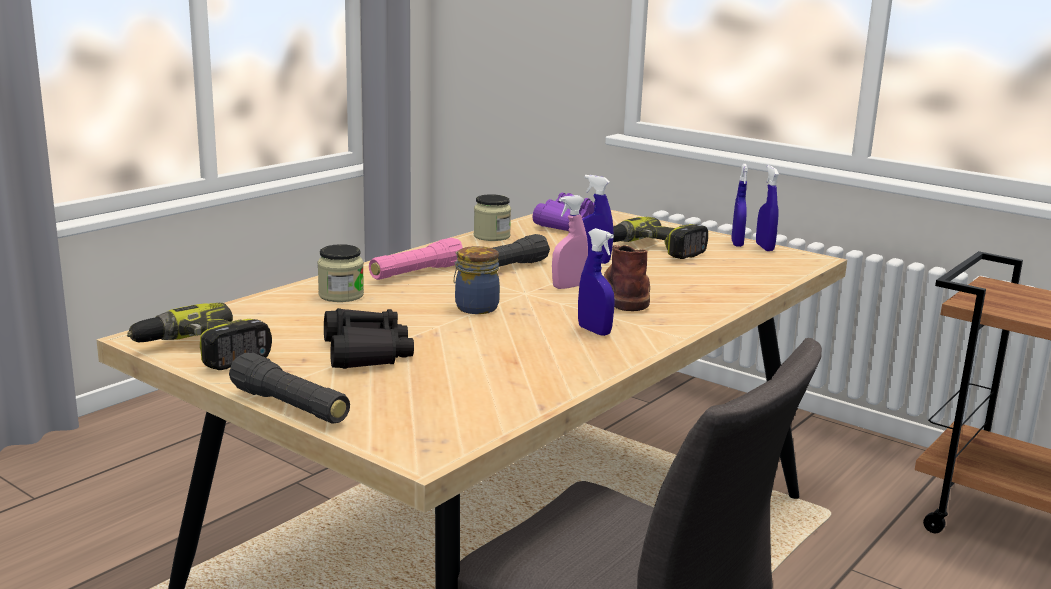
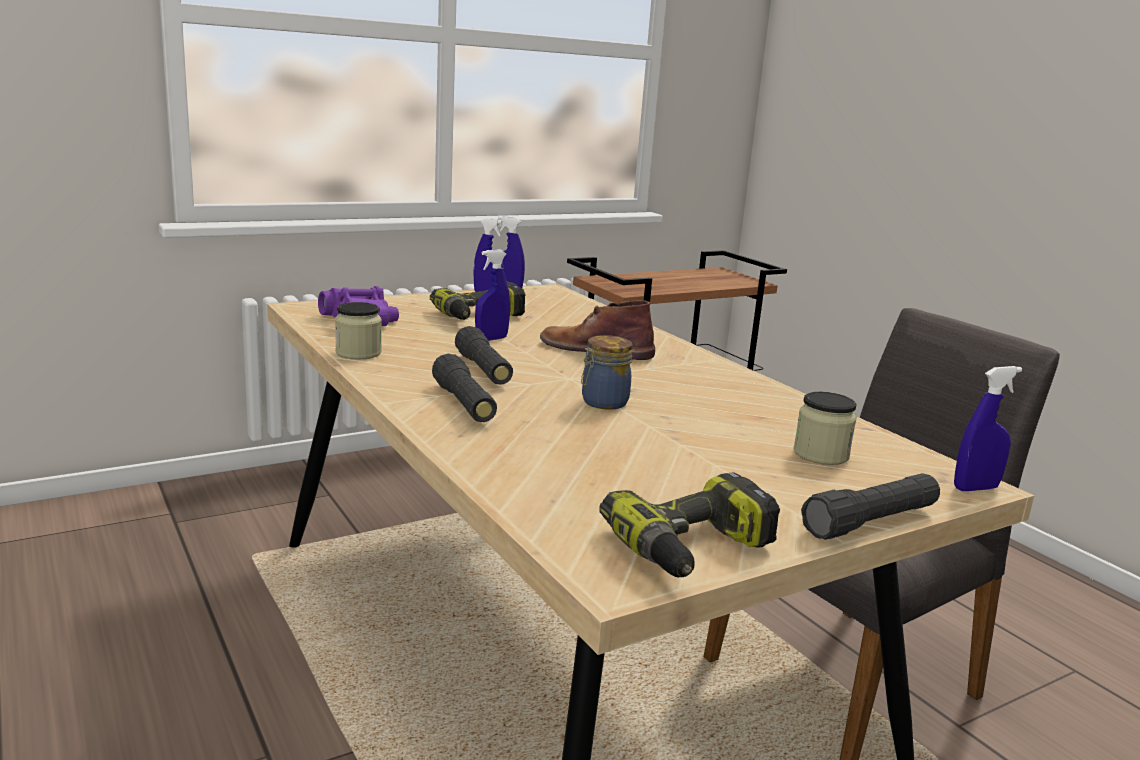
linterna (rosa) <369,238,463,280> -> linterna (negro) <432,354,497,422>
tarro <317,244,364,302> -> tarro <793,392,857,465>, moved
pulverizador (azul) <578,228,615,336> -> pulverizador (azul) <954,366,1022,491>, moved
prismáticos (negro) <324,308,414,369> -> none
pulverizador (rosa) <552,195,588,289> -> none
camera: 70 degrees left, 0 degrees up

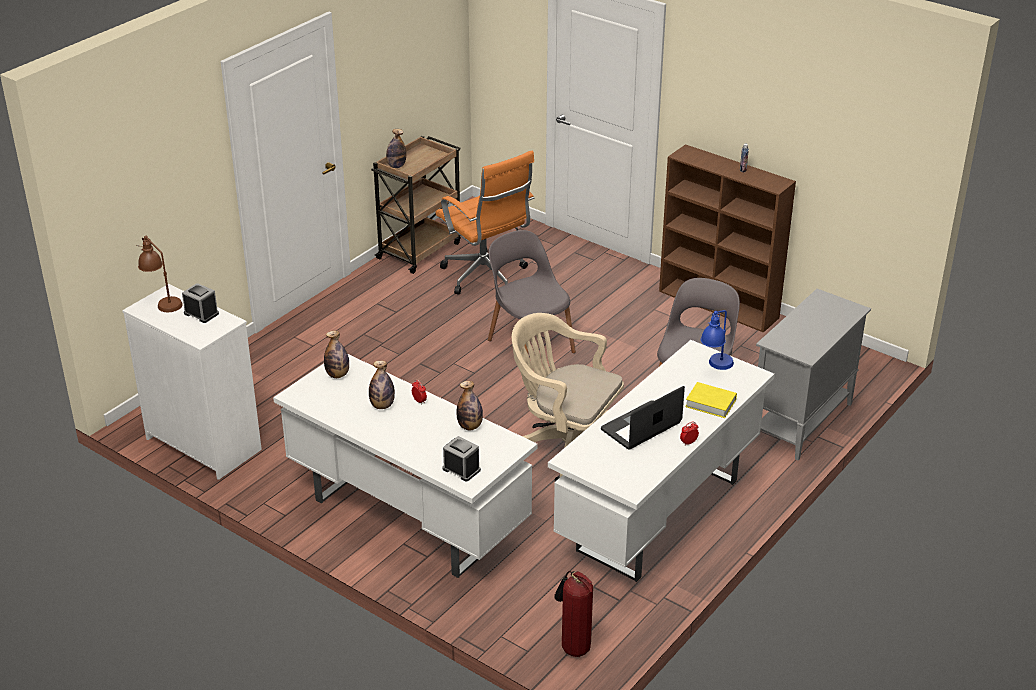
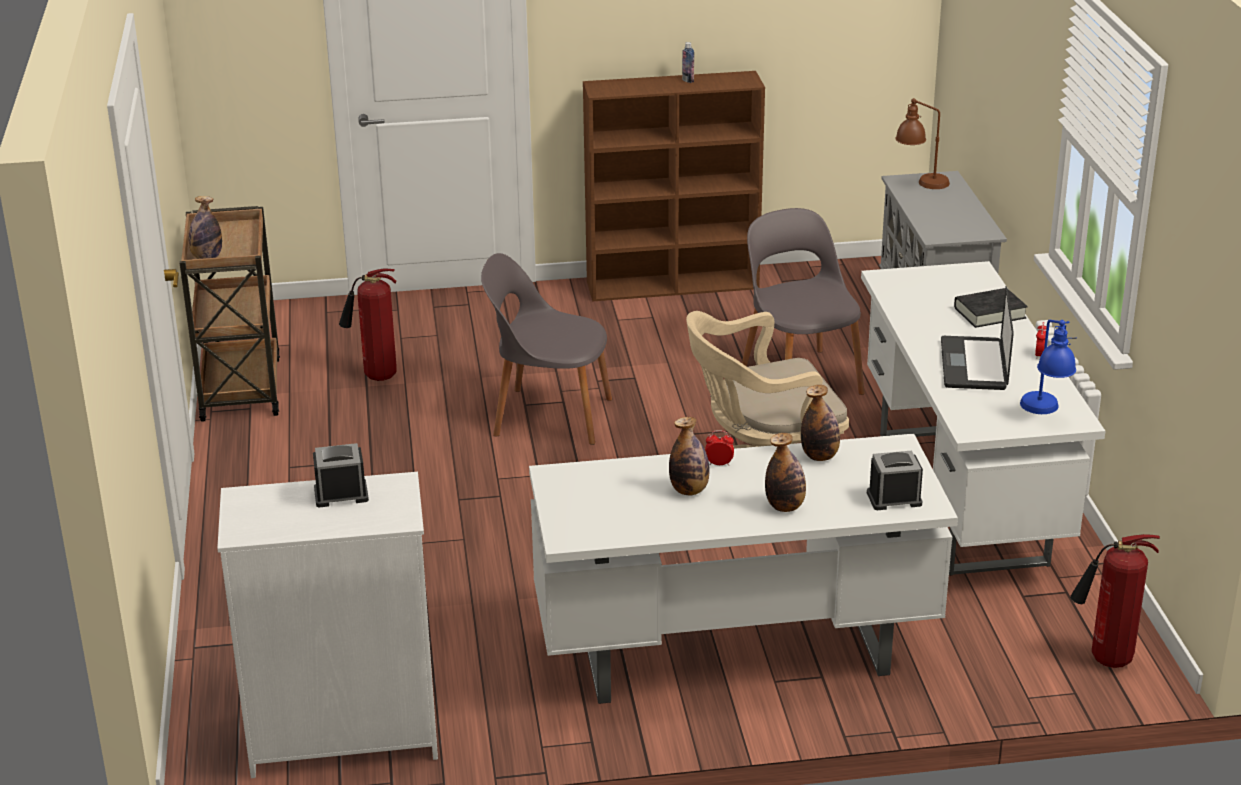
silla de oficina (naranja) <436,151,534,295> -> extintor <339,269,397,381>
botella <324,330,349,378> -> botella <765,433,806,512>, moved
lámpara de mesa (marrón) <136,236,183,312> -> lámpara de mesa (marrón) <895,98,950,189>, moved
libro (amarillo) <685,382,737,418> -> libro (negro) <954,288,1028,328>
lámpara de mesa (azul) <701,310,734,370> -> lámpara de mesa (azul) <1020,320,1077,414>, moved
camera: 45 degrees left, 5 degrees down

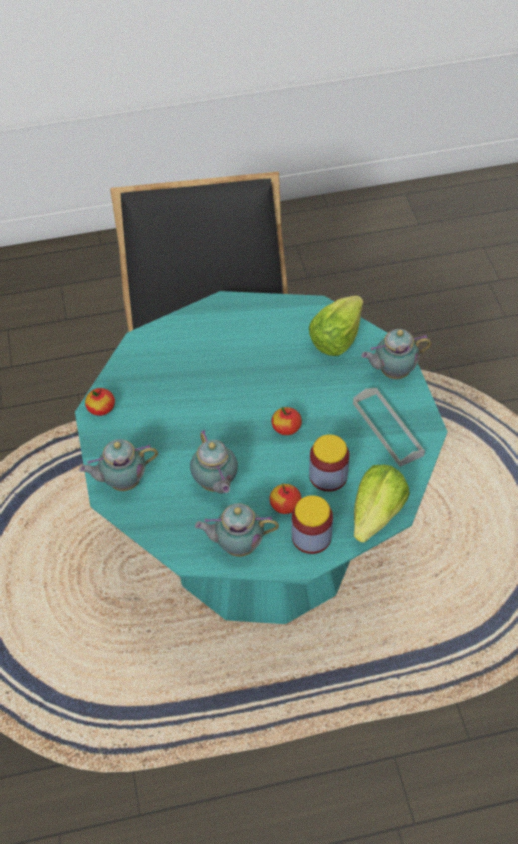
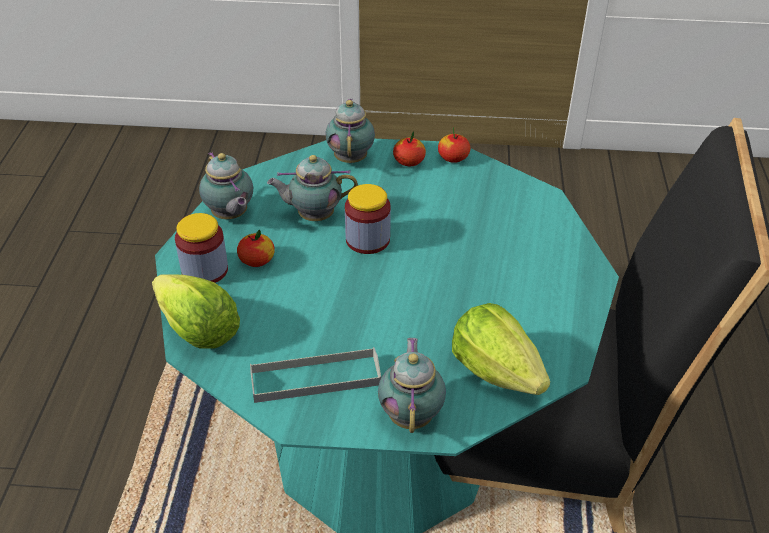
tetera <195,503,279,557> -> tetera <199,152,253,219>, 135 degrees clockwise
tarro <309,434,349,492> -> tarro <345,184,391,254>, moved
manzana <271,407,302,435> -> manzana <393,131,426,166>, moved
camera: 105 degrees right, 10 degrees down

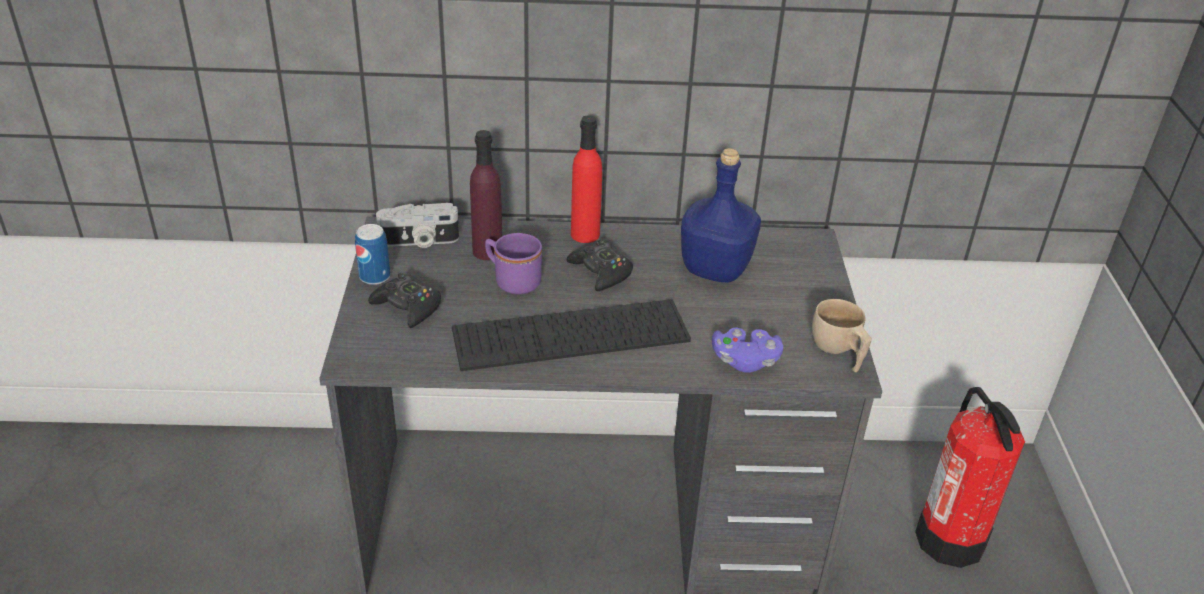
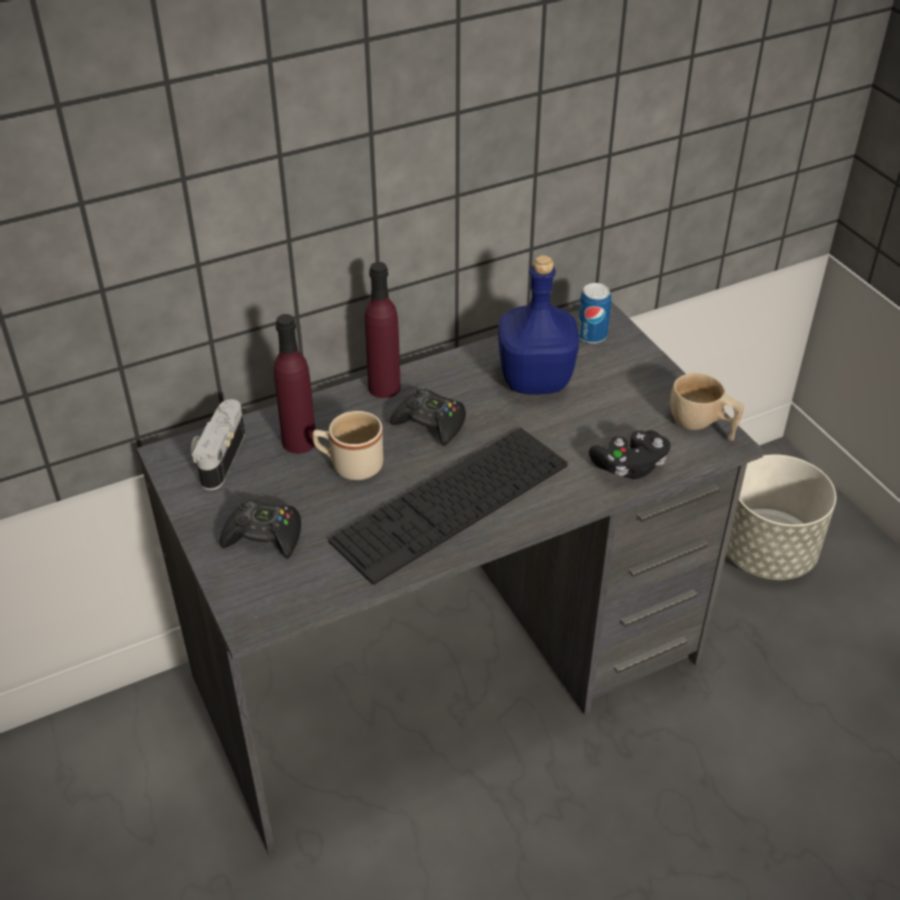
cámara <376,203,459,248> -> cámara <191,399,245,490>, 135 degrees clockwise
taza grande (morado) <485,233,542,295> -> taza grande (beis) <313,411,383,480>
botella (rojo) <571,115,602,243> -> botella (morado) <364,262,401,398>
lata <355,224,390,285> -> lata <577,283,611,344>, moved
mando de consola (morado) <712,328,783,373> -> mando de consola (negro) <589,430,671,479>
extintor <915,387,1025,568> -> maceta (gris) <726,454,836,580>
camera: 25 degrees left, 5 degrees up

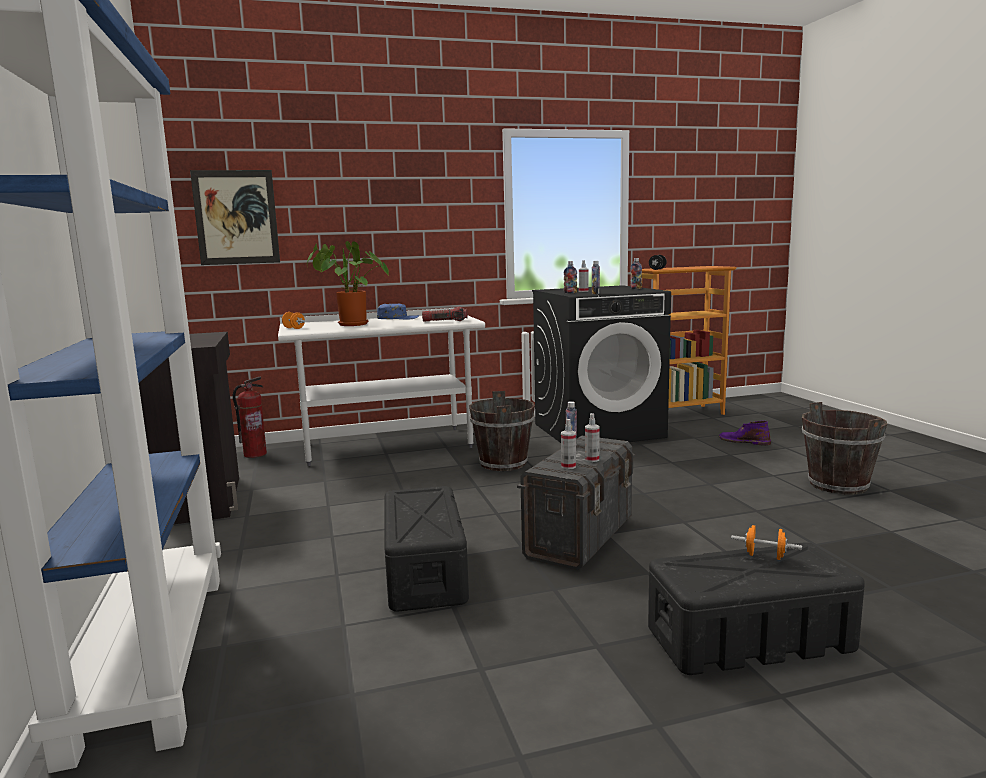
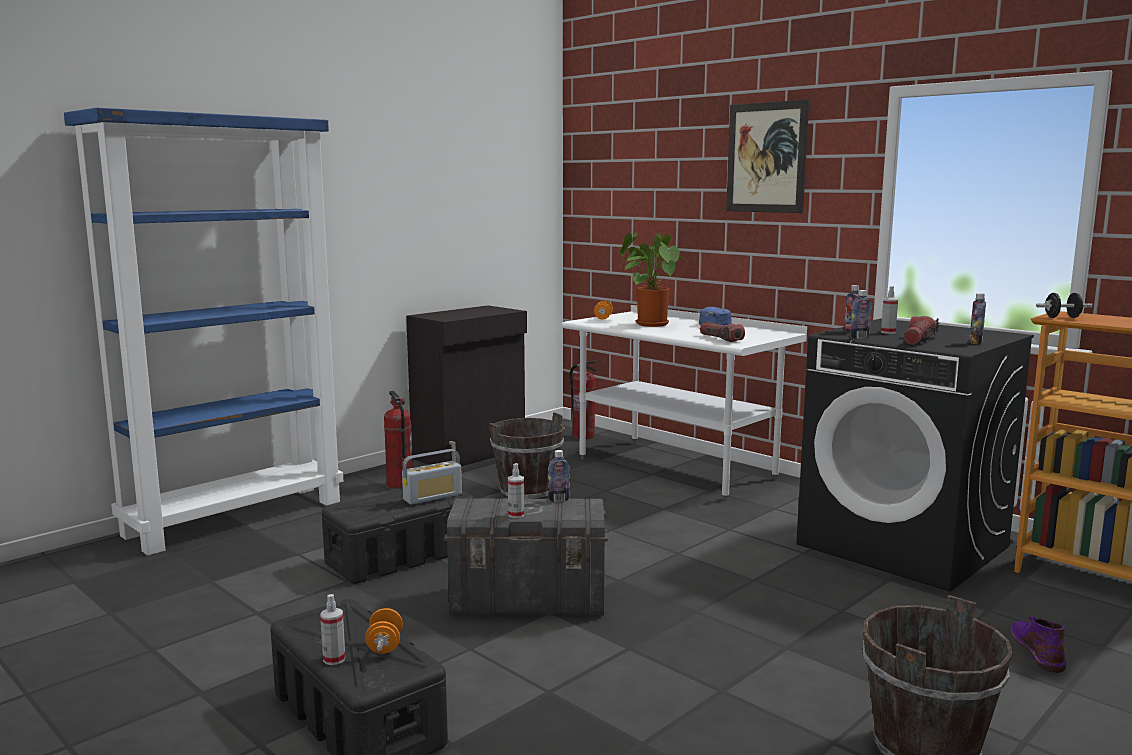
pulverizador <561,419,576,469> -> pulverizador <320,594,345,665>, moved
none -> extintor <384,391,413,488>
none -> radio <402,449,462,505>
cubo (marrón) <469,391,535,471> -> cubo (marrón) <489,412,565,499>, moved
cuadro <190,170,280,265> -> cuadro <726,99,809,213>, moved
none -> linterna <904,316,939,345>
camera: 60 degrees right, 0 degrees up

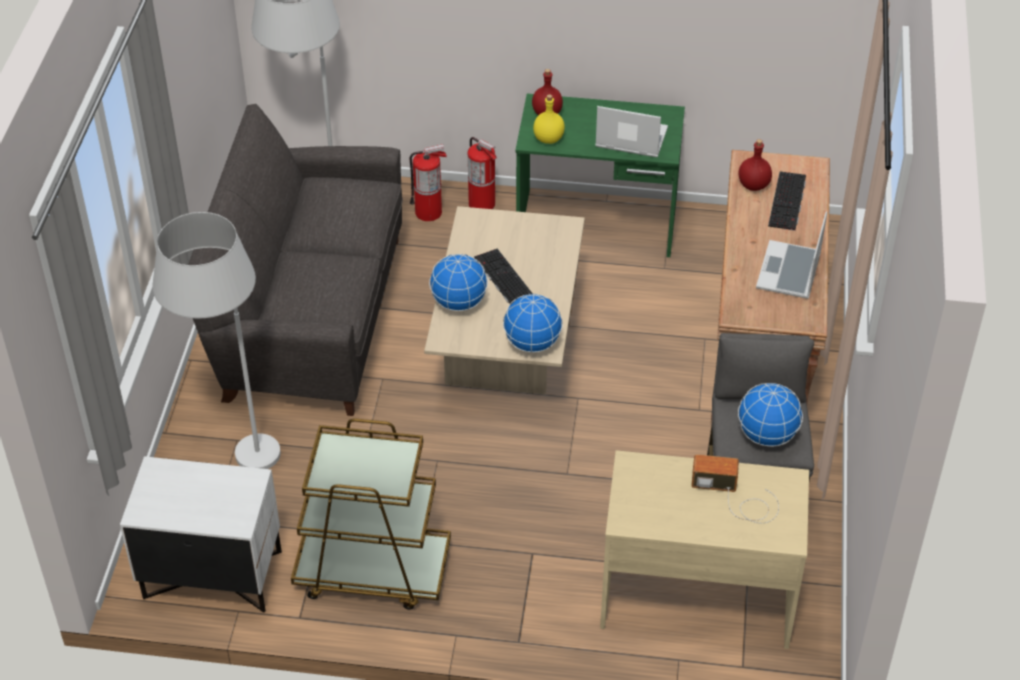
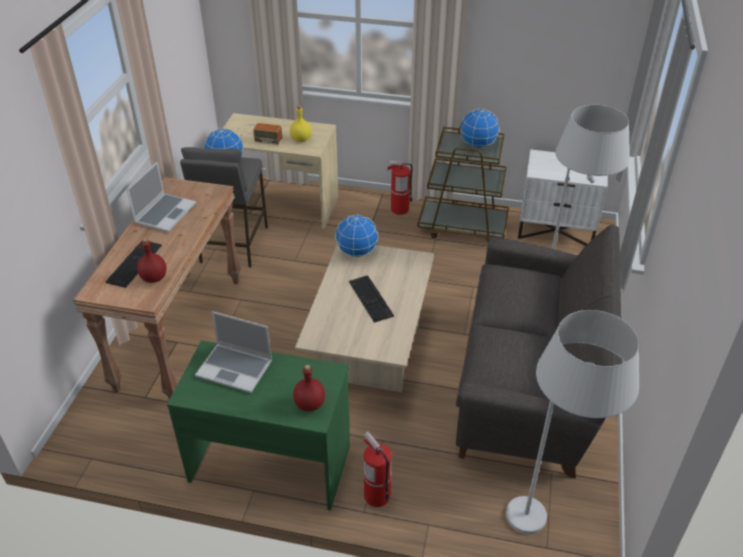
botella (amarillo) <533,94,565,144> -> botella (amarillo) <290,105,312,142>, moved
extintor <410,144,447,221> -> extintor <387,160,413,215>, moved
globo terráqueo <429,254,488,311> -> globo terráqueo <460,109,499,148>, moved
camera: 175 degrees left, 5 degrees down

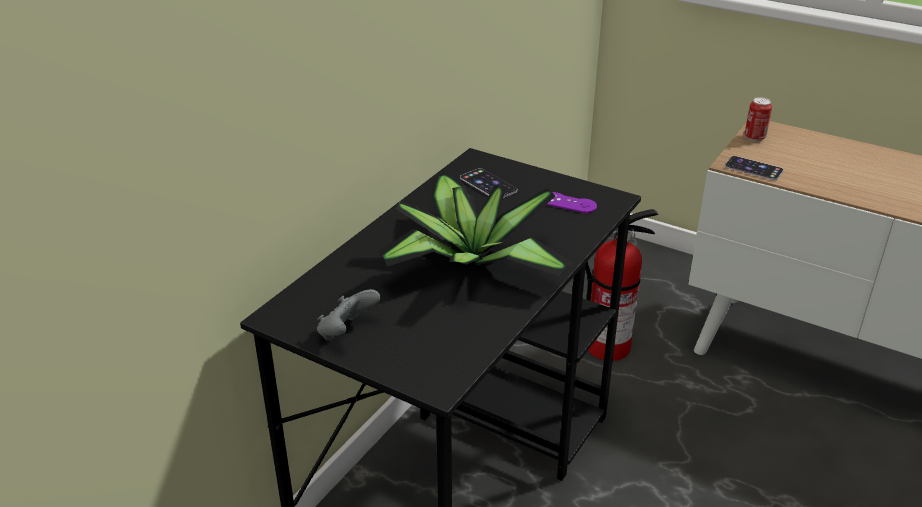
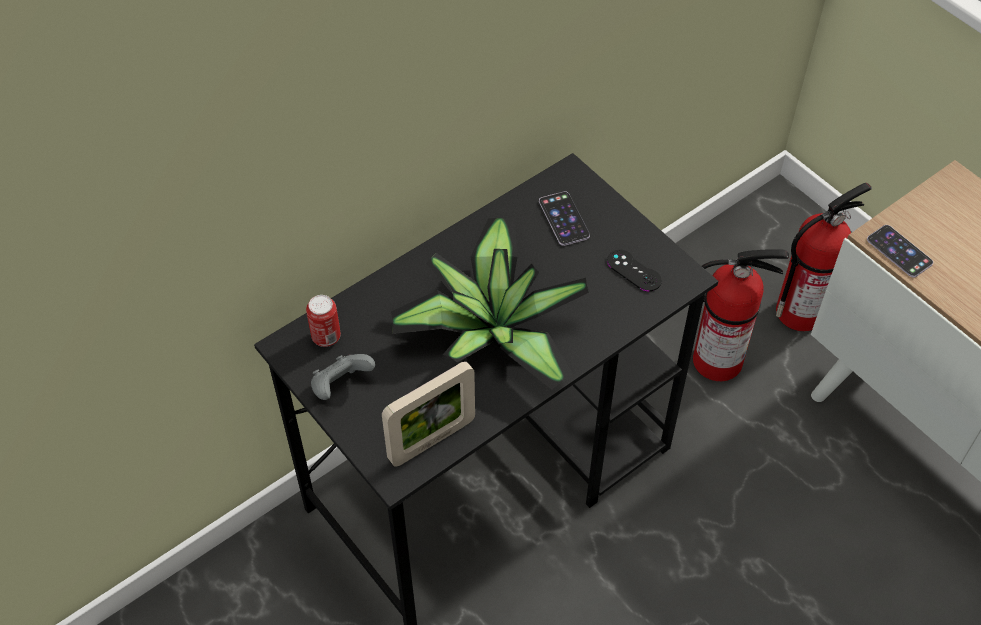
lata <744,97,772,141> -> lata <306,295,341,347>, moved
none -> portarretratos <382,361,475,467>
mando de consola (morado) <546,192,597,213> -> mando de consola (negro) <607,250,662,292>
none -> extintor <776,183,872,331>
camera: 20 degrees right, 20 degrees up

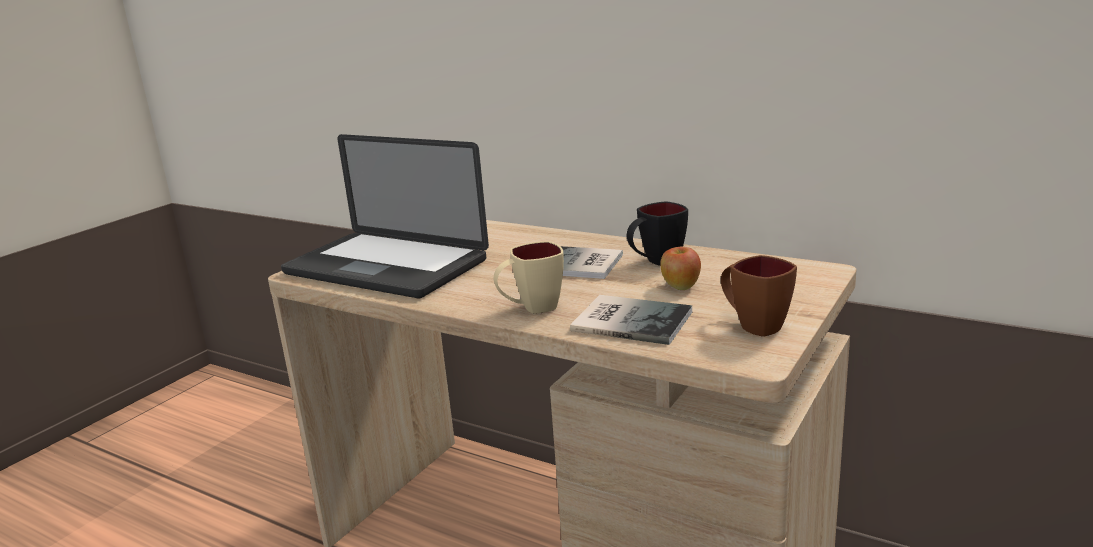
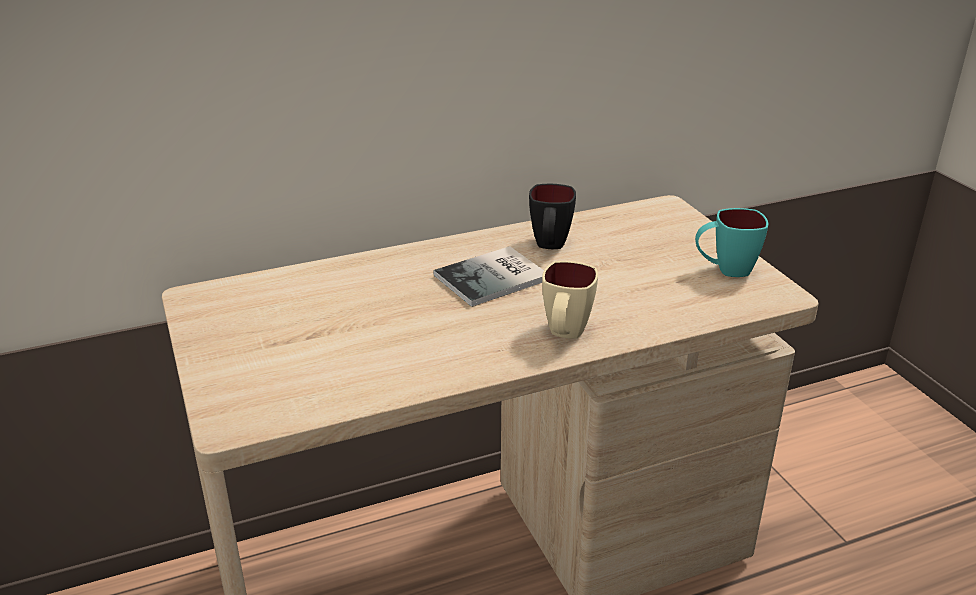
taza grande (marrón) <721,255,797,337> -> taza grande (turquesa) <695,208,768,277>
portátil <281,134,489,298> -> none
libro <570,295,692,345> -> none
manzana <660,247,701,290> -> none
camera: 55 degrees left, 10 degrees up

